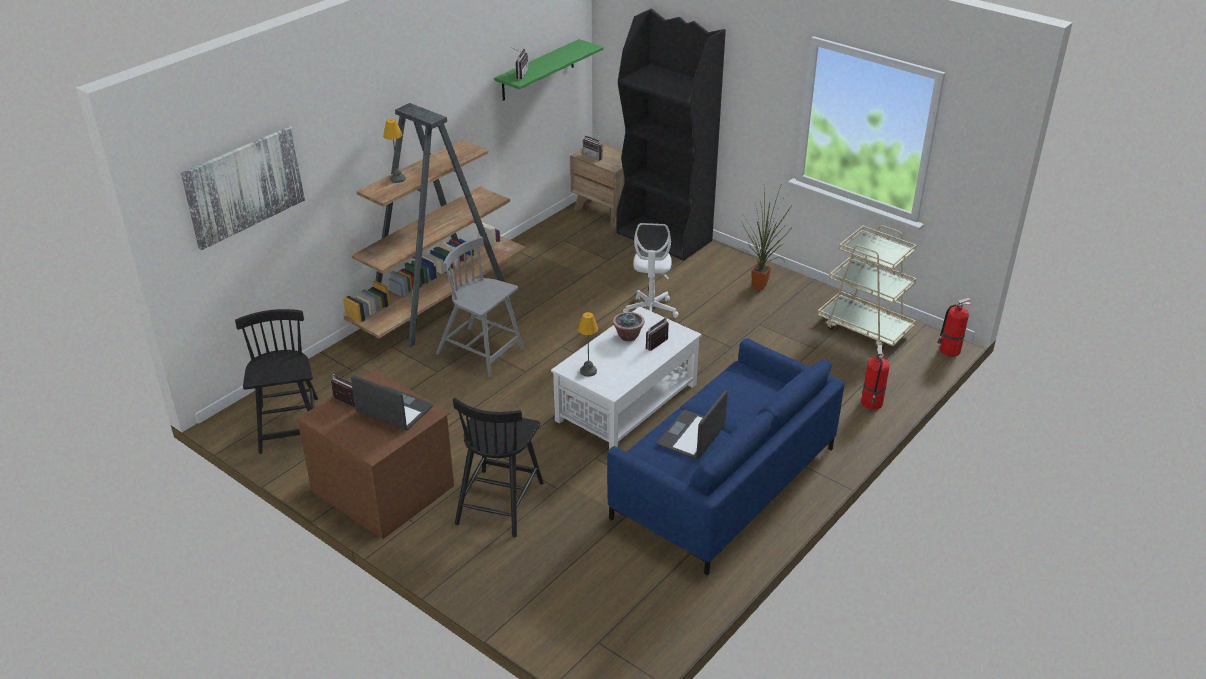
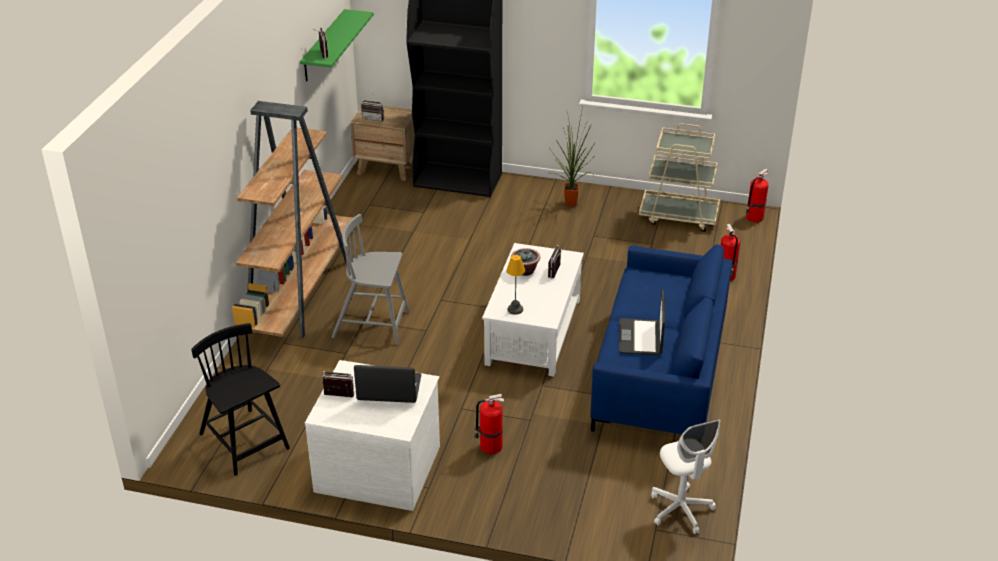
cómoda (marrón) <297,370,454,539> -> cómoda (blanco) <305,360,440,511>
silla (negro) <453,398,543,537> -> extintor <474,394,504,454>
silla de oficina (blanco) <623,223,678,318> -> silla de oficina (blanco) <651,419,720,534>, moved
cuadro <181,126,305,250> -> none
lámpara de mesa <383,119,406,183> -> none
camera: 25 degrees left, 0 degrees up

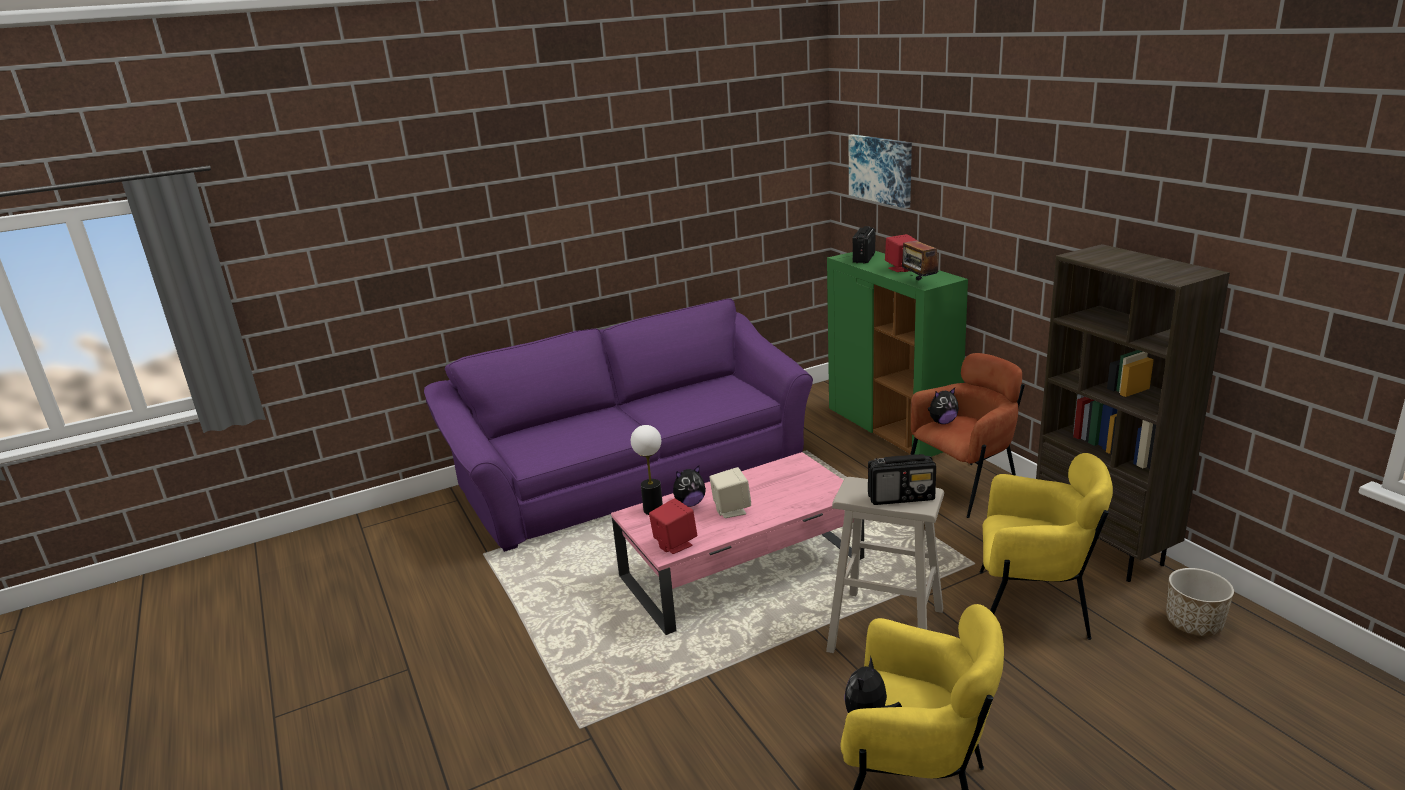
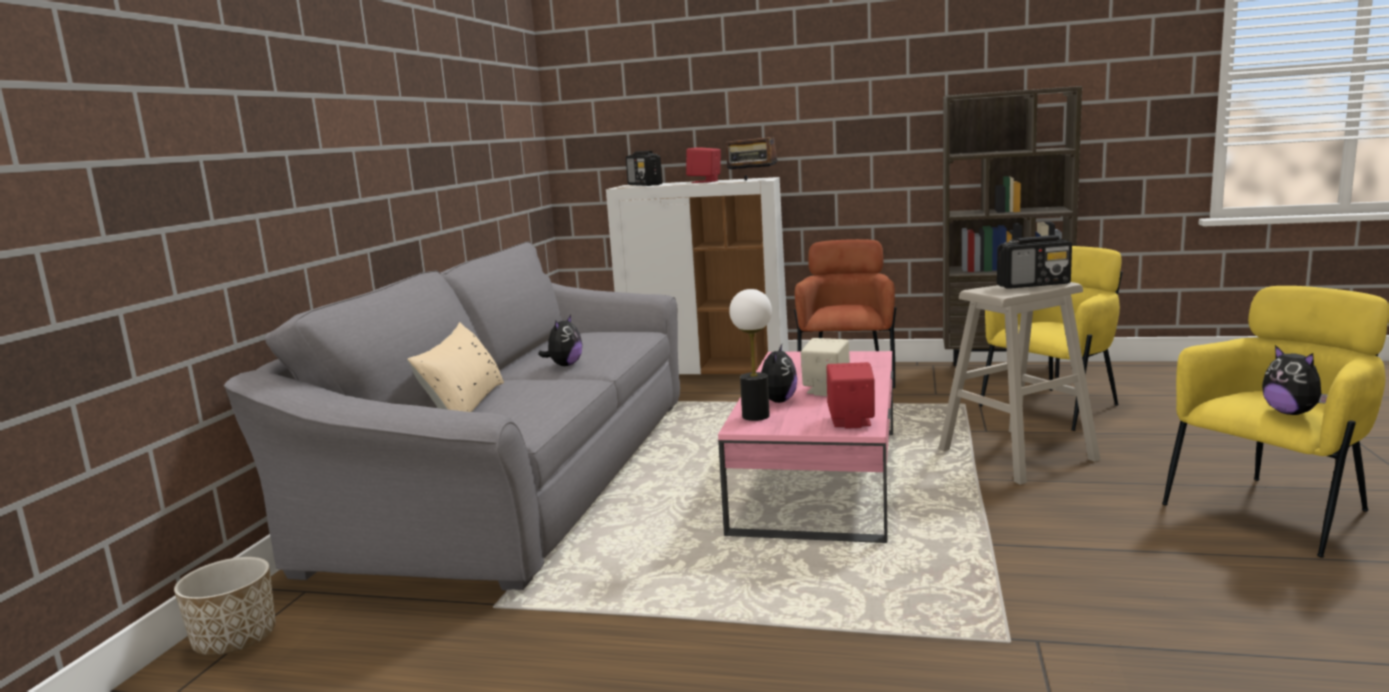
maceta <1166,568,1234,636> -> maceta <174,557,276,655>, moved
sofá (morado) <424,298,813,552> -> sofá (gris) <224,241,680,591>
none -> cojín (beis) <407,322,504,412>
peluche <928,388,959,424> -> peluche <538,315,582,366>, moved
armario (verde) <827,251,968,457> -> armario (blanco) <606,177,789,374>
radio <868,454,936,505> -> radio <997,235,1072,289>, 45 degrees clockwise
cuadro <849,135,912,209> -> none
camera: 50 degrees left, 10 degrees down

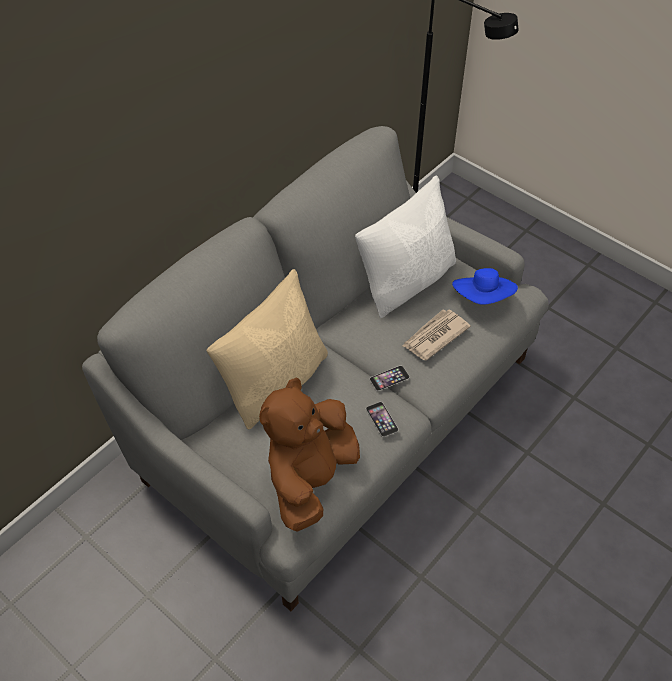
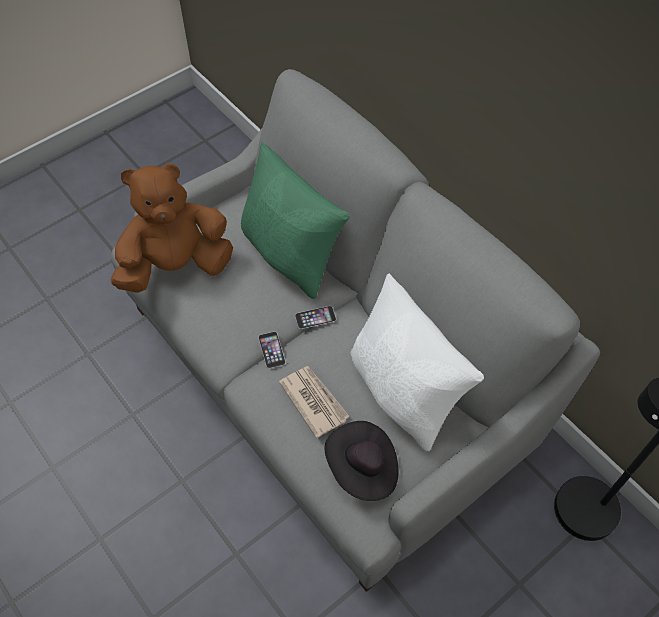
peluche (marrón) <259,378,360,532> -> peluche (marrón) <110,163,233,293>, 60 degrees counterclockwise
cojín (beis) <207,269,328,430> -> cojín (verde) <241,142,350,299>
móvil <366,402,399,437> -> móvil <295,306,336,329>, moved
sombrero (azul) <452,268,518,305> -> sombrero (negro) <324,421,398,501>
camera: 100 degrees right, 5 degrees up

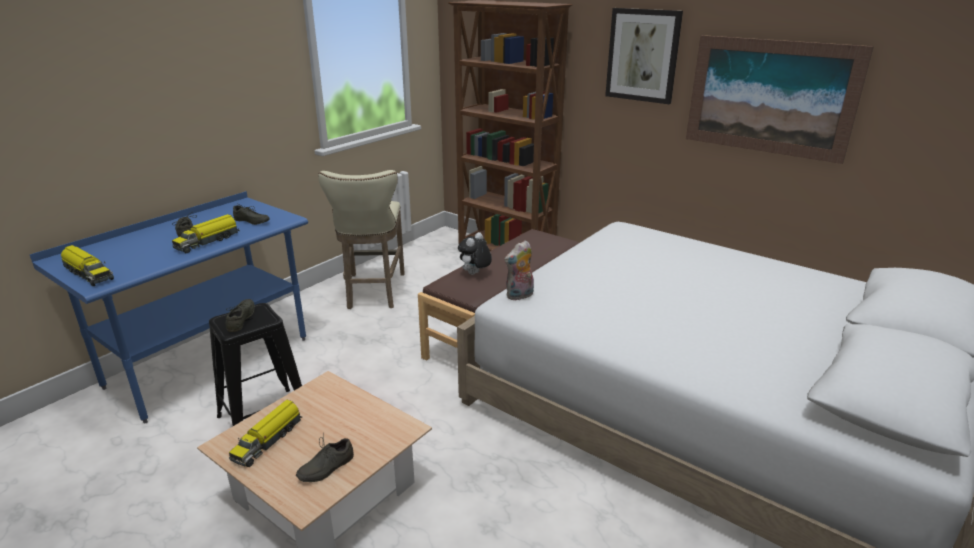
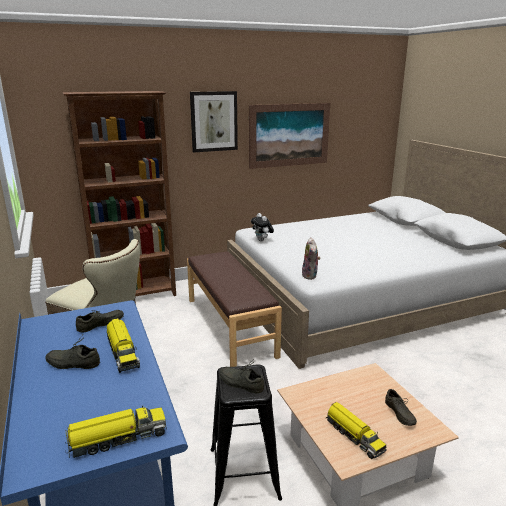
peluche <458,232,492,275> -> peluche <251,213,274,242>, moved
camera: 60 degrees left, 5 degrees down

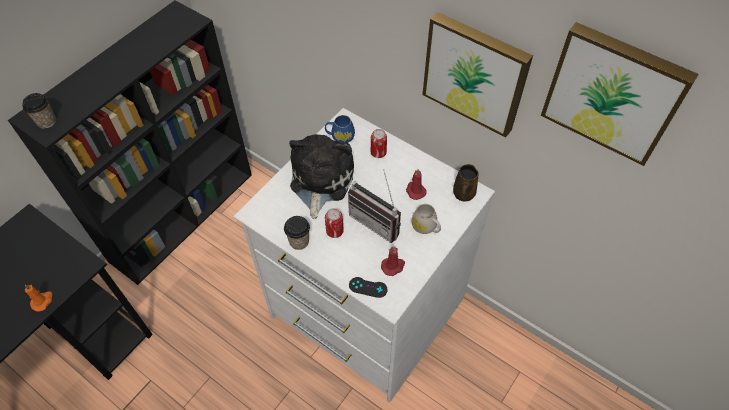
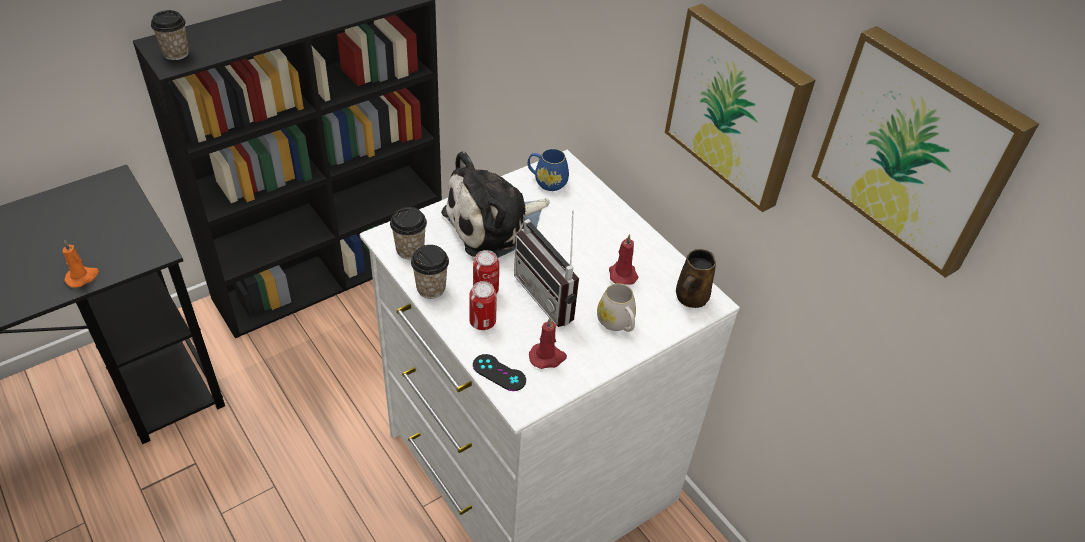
none -> taza <390,207,427,259>
peluche <289,134,354,219> -> peluche <441,151,549,258>, 150 degrees counterclockwise
lata <371,129,387,158> -> lata <469,281,497,330>, moved
camera: 15 degrees right, 10 degrees down

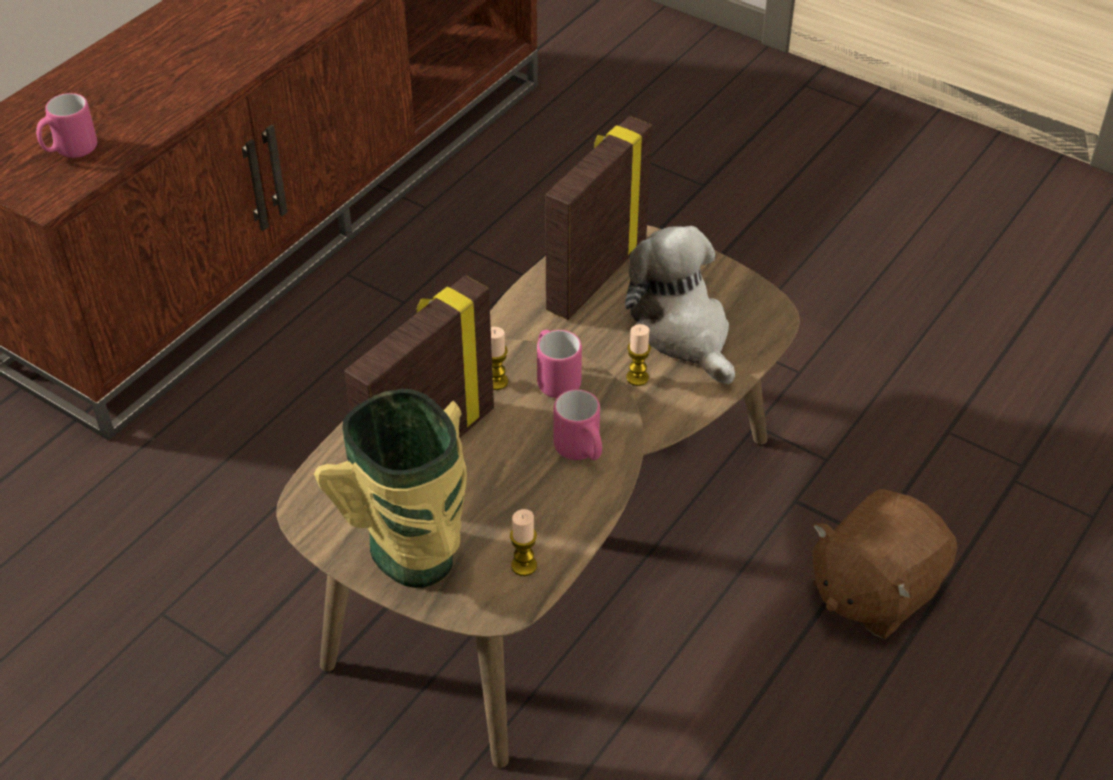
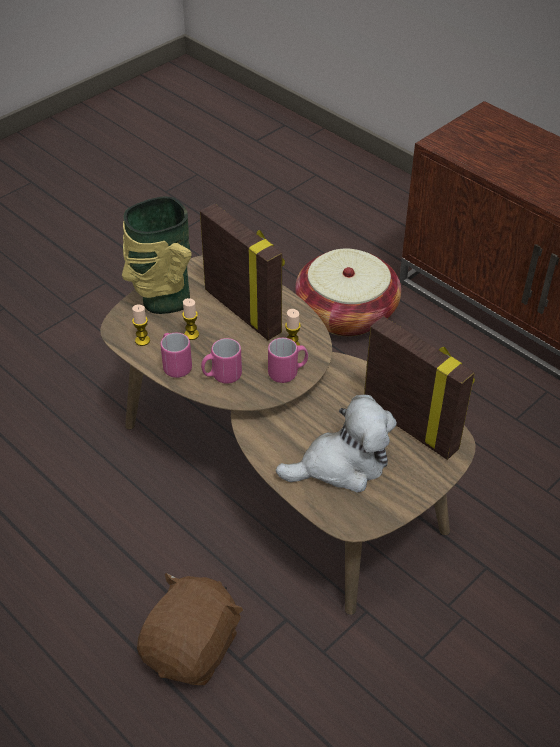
peluche (marrón) <812,489,957,639> -> peluche (marrón) <137,573,243,685>, 60 degrees clockwise
taza grande (rosa) <36,93,97,158> -> taza grande (rosa) <160,333,192,378>, moved
vela <626,324,651,386> -> vela <182,298,199,340>, moved
none -> cesta <295,249,401,336>
camera: 100 degrees right, 0 degrees up

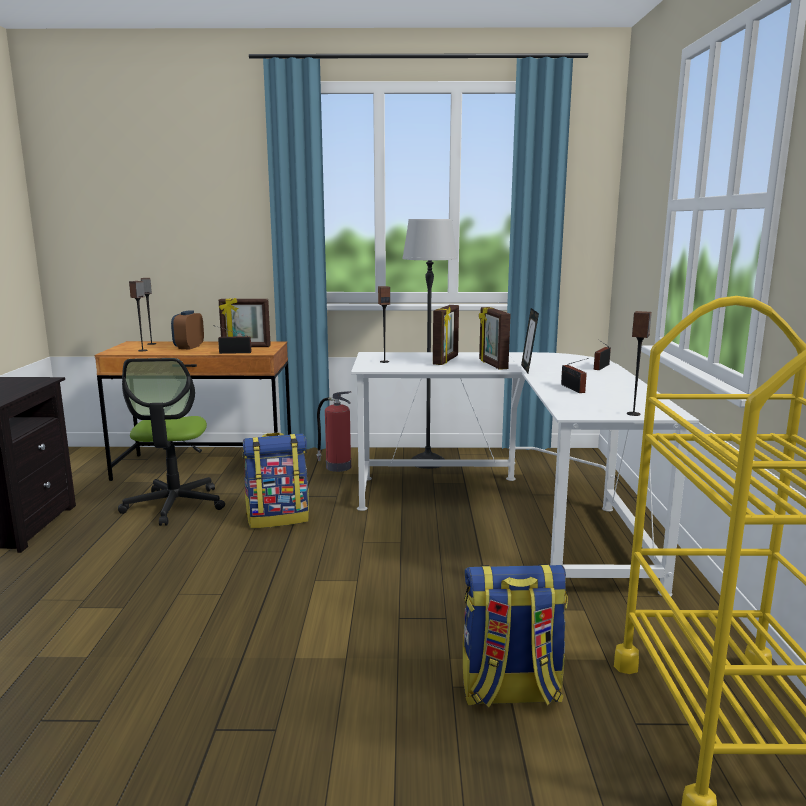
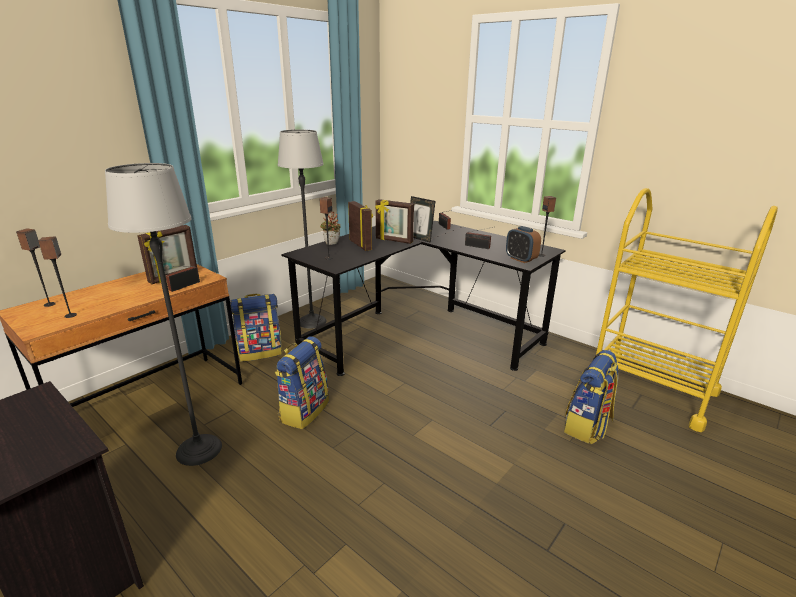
silla de oficina <118,358,225,526> -> lámpara de pie <105,163,222,466>
extintor <316,391,351,472> -> mochila <230,294,282,362>
escritorio (blanco) <351,352,699,596> -> escritorio (negro) <281,221,566,376>
none -> planta en maceta <320,212,340,245>
despertador <171,310,204,349> -> despertador <506,226,541,263>, moved
camera: 50 degrees left, 10 degrees up

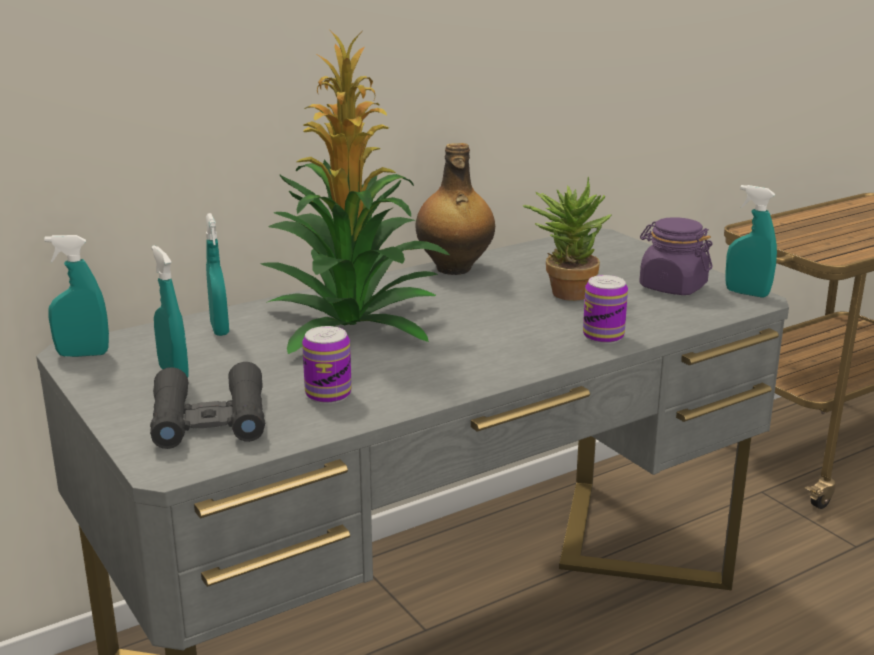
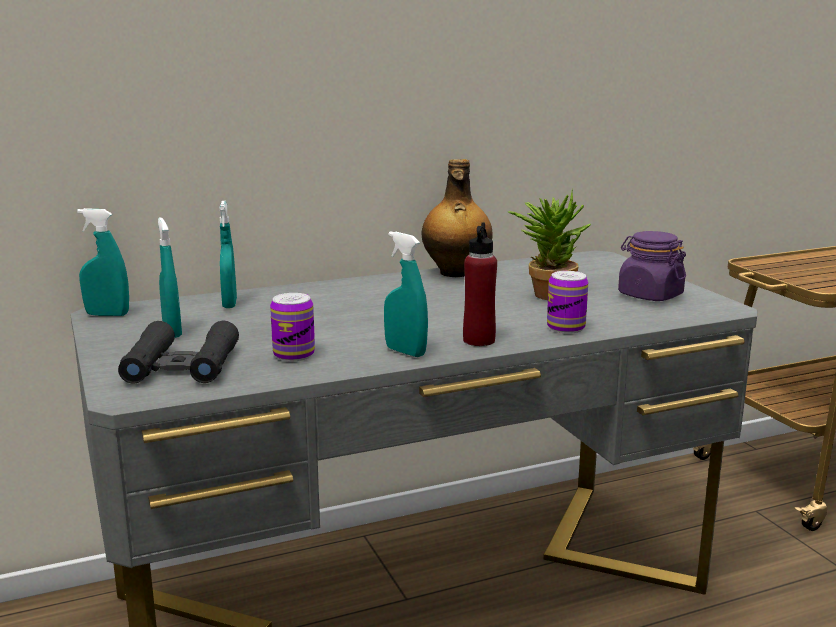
pulverizador (turquesa) <725,185,777,298> -> pulverizador (turquesa) <384,231,428,357>, moved
none -> botella (rojo) <463,222,497,346>
planta en maceta <260,31,449,354> -> none
camera: 10 degrees right, 5 degrees down

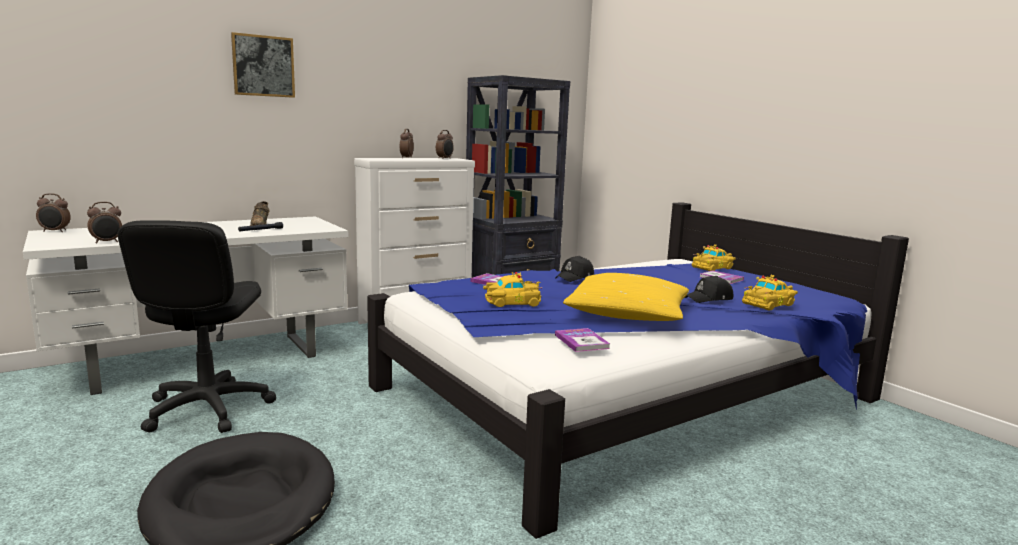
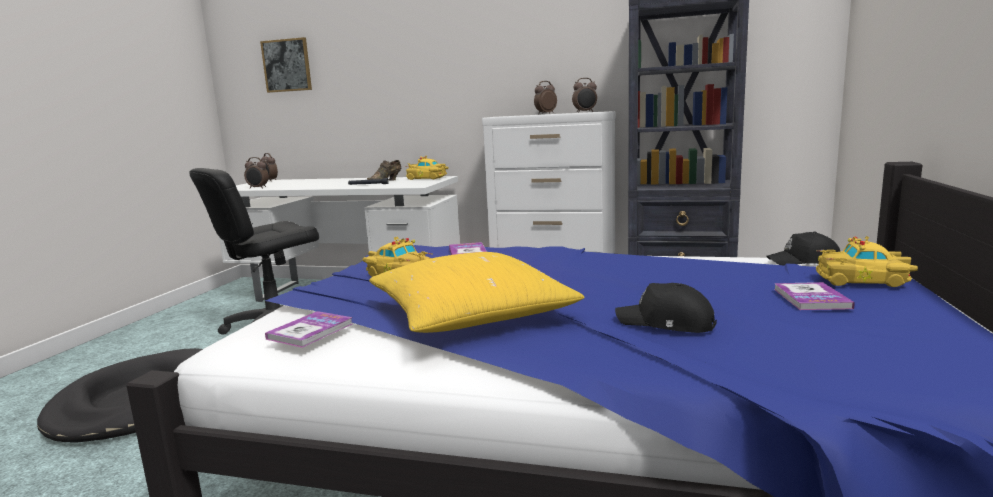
cuadro <231,32,295,98> -> cuadro <260,37,312,93>, moved
coche de juguete (amarillo) <742,275,798,311> -> coche de juguete (amarillo) <405,156,448,180>, moved
gorra (negro) <555,256,594,282> -> gorra (negro) <766,231,841,265>, moved
camera: 50 degrees right, 0 degrees up

